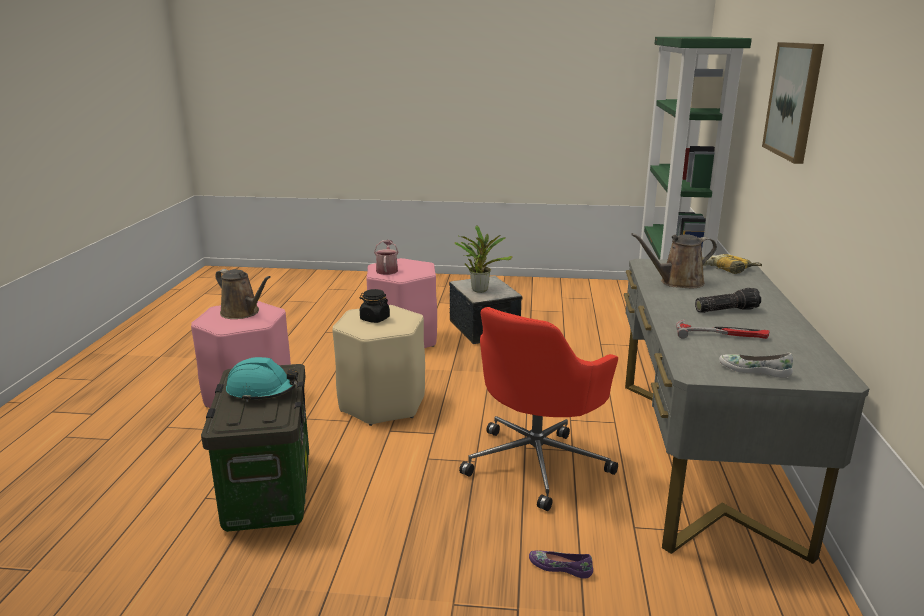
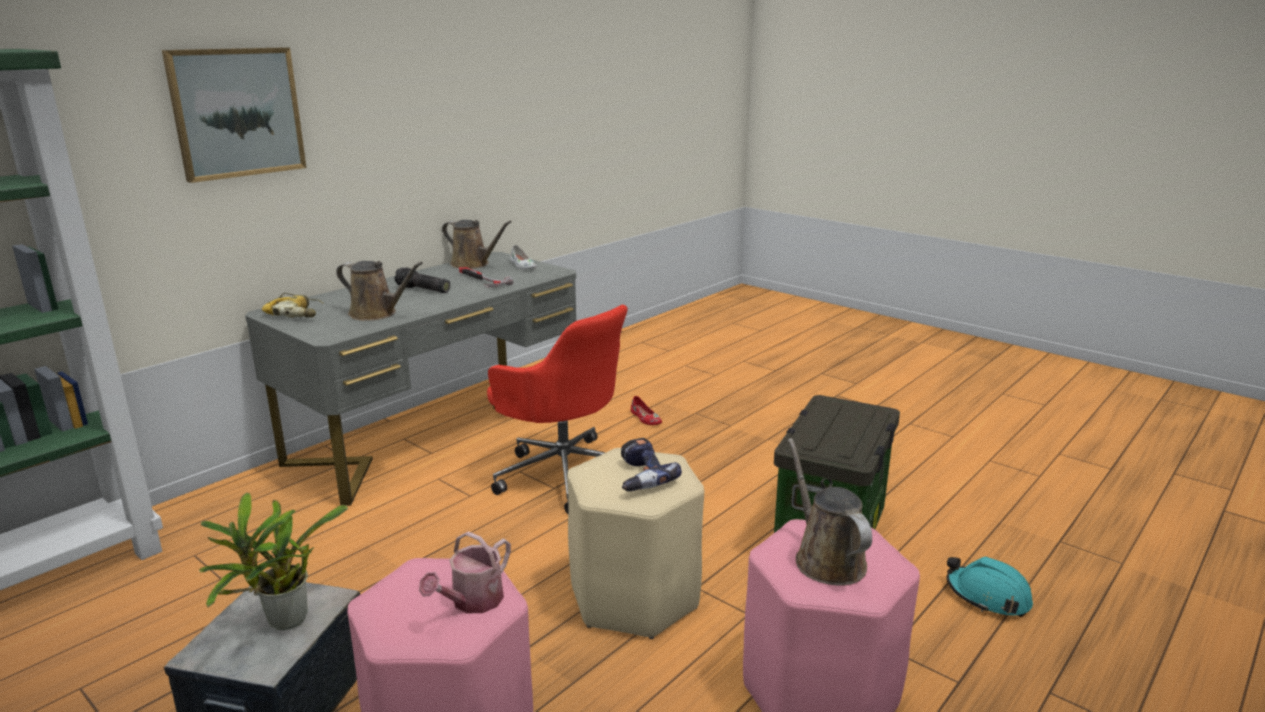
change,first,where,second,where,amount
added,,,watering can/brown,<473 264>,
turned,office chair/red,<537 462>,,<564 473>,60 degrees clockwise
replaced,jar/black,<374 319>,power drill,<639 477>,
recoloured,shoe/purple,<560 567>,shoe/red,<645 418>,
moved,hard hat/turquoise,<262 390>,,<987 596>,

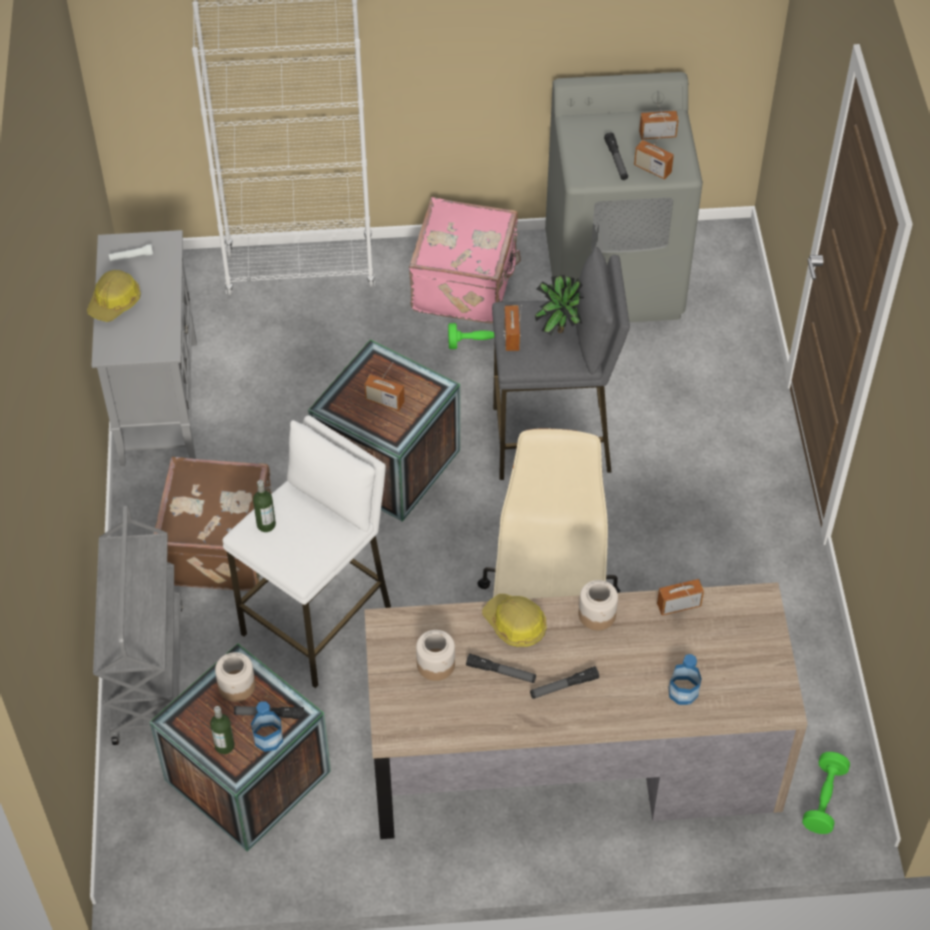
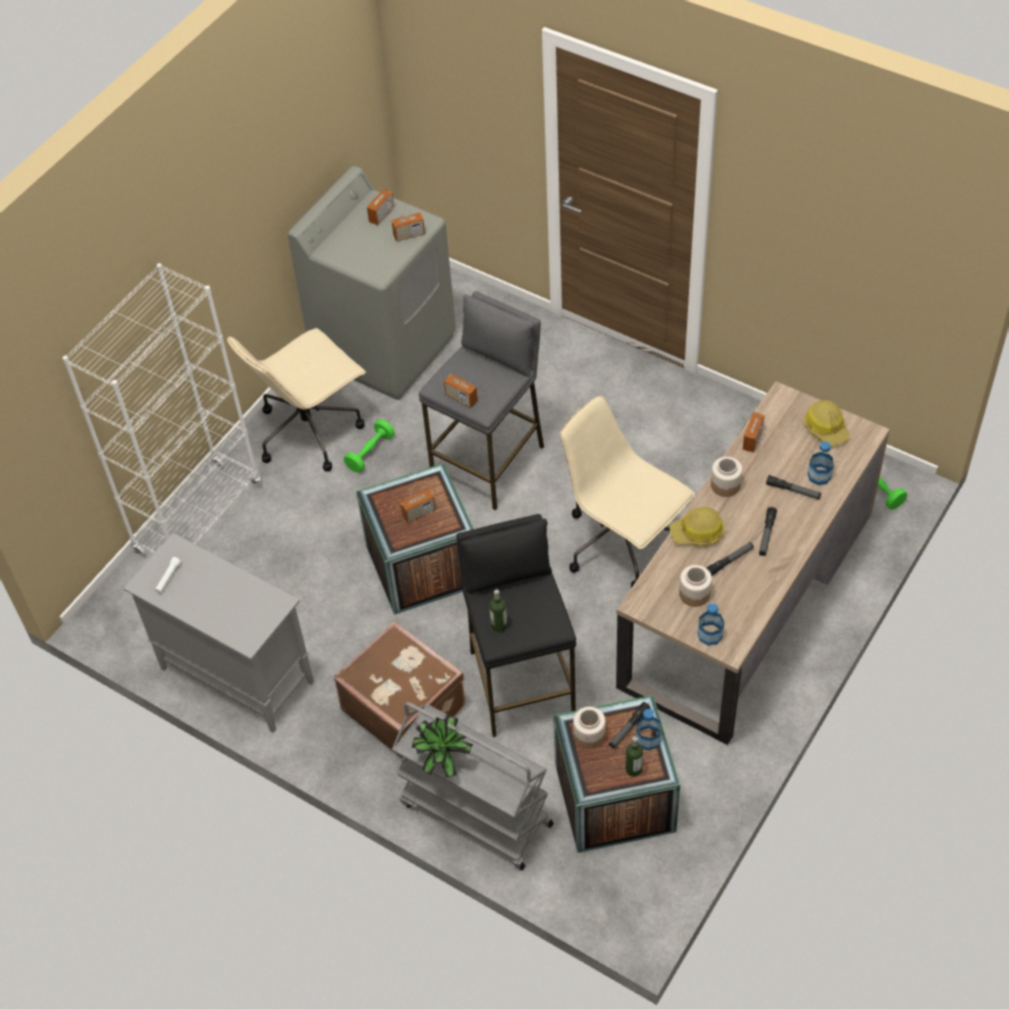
change,first,where,second,where,amount
replaced,suitcase/pink,<466 284>,office chair/beige,<310 430>,
moved,potted plant,<563 328>,,<443 760>,
recoloured,stool/white,<318 621>,stool/black,<521 683>,
added,,,bottle,<710 635>,
moved,flashlight,<616 160>,,<793 490>,
moved,hard hat,<115 302>,,<826 428>,

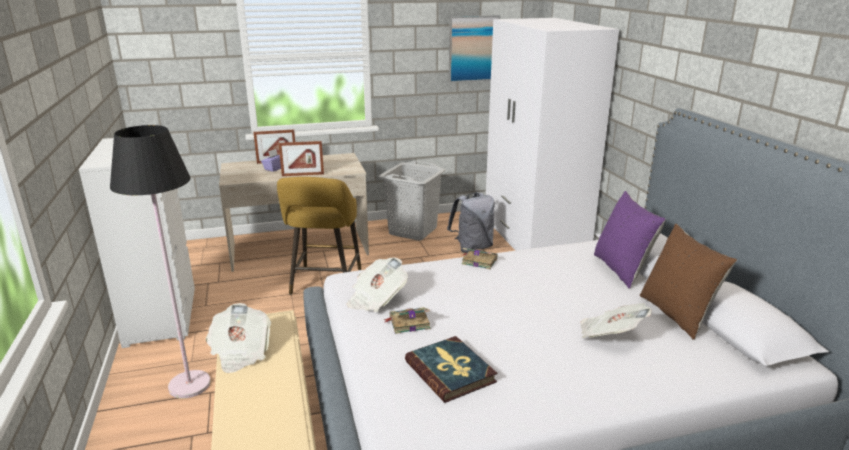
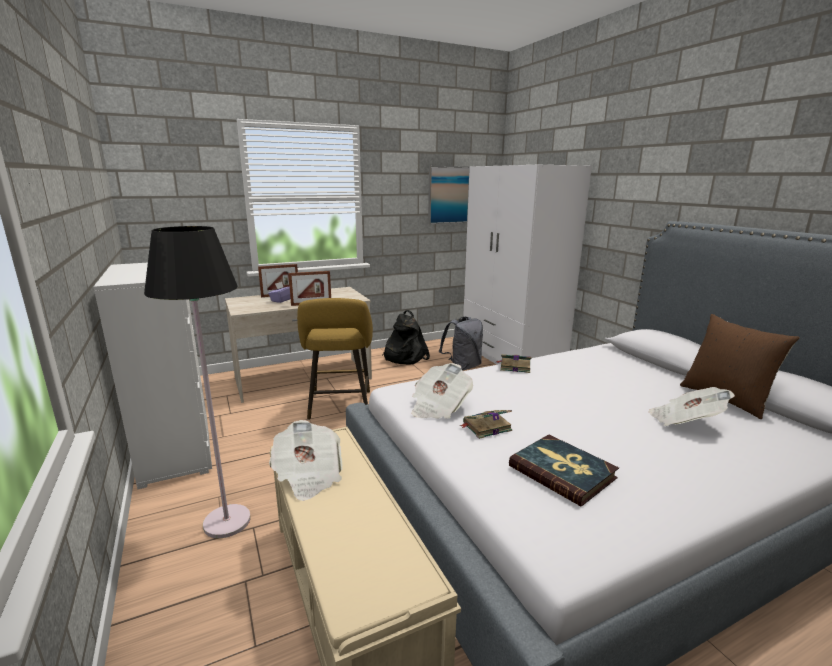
change,first,where,second,where,amount
replaced,laundry basket/grey,<413 231>,backpack/black,<404 357>,
removed,pillow/purple,<622 270>,,,

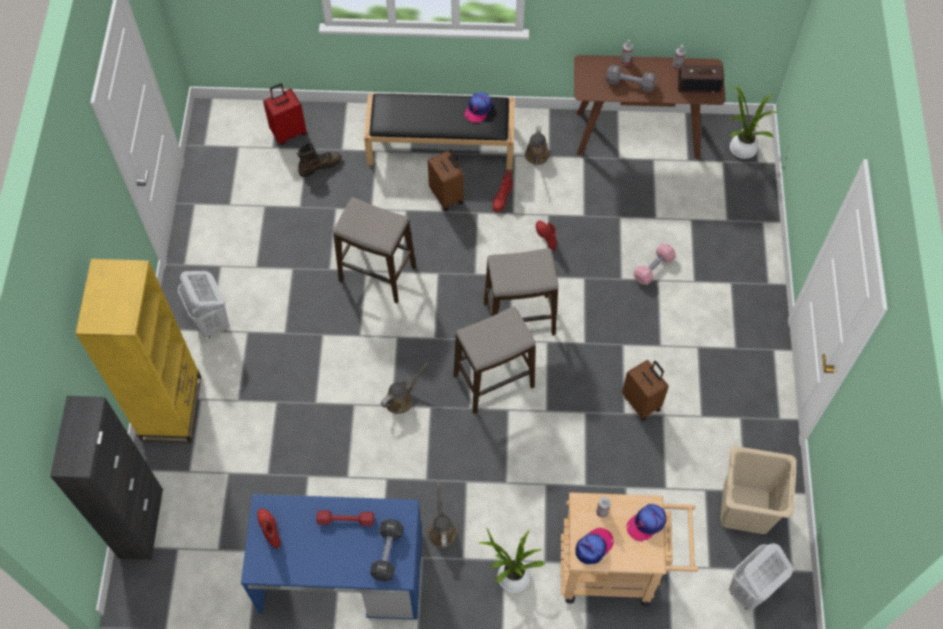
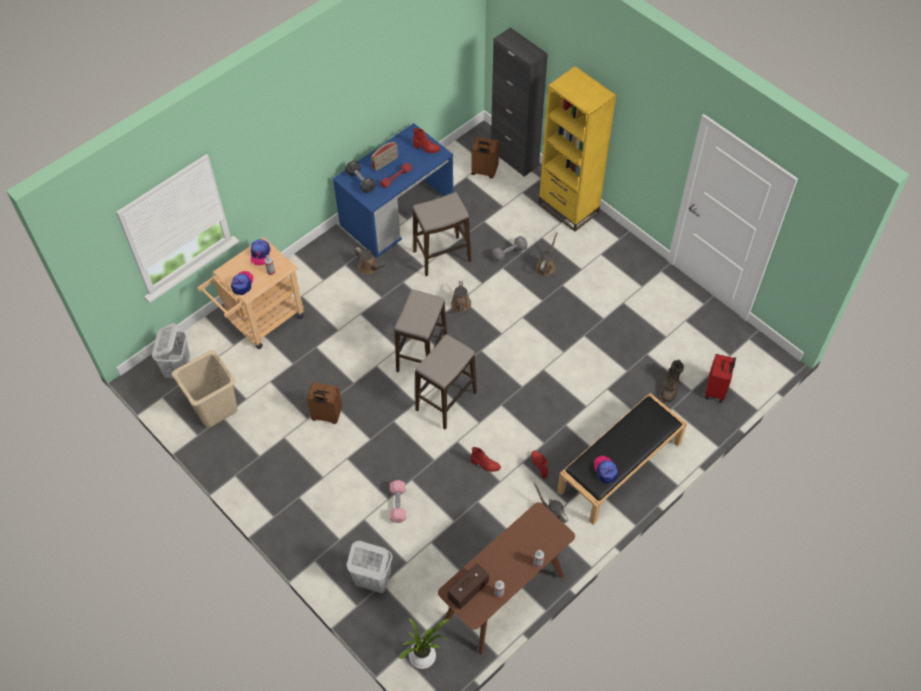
change,first,where,second,where,amount
moved,laundry basket/white,<212 322>,,<372 580>,
added,,,radio,<385 163>,
moved,stool,<377 274>,,<442 256>,
moved,suitcase/brown,<447 196>,,<484 172>,
moved,dumbbell/grey,<630 84>,,<509 253>,
added,,,watering can/brown,<546 266>,
removed,potted plant,<511 576>,,,

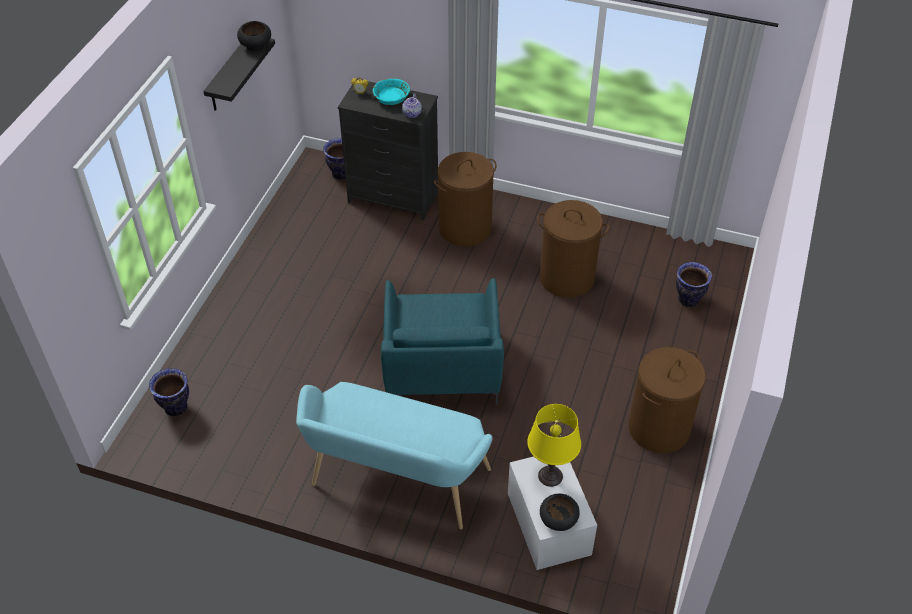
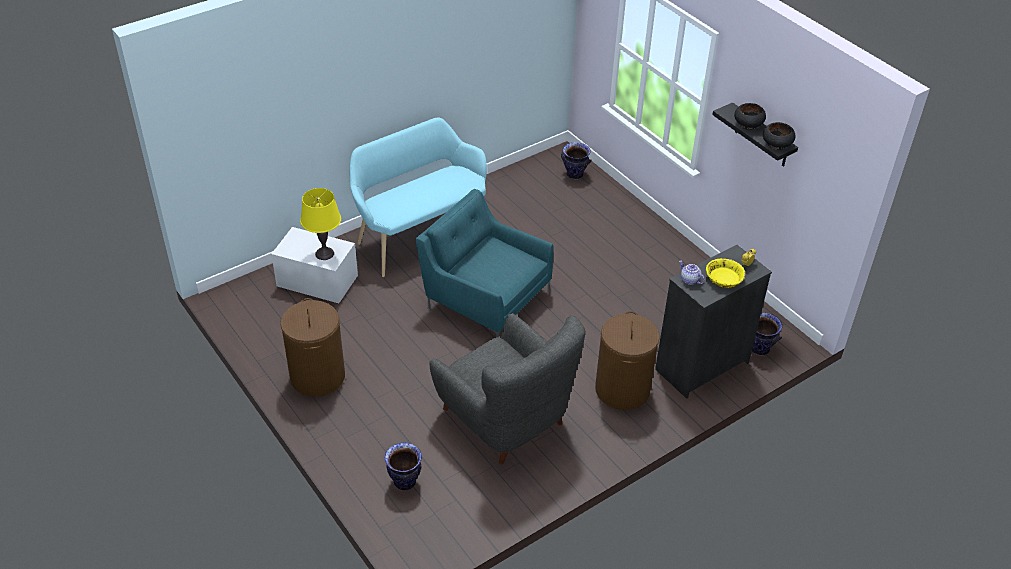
change,first,where,second,where,amount
replaced,laundry basket/brown,<567 278>,armchair/grey,<505 419>,
recoloured,bowl/turquoise,<391 97>,bowl/yellow,<724 279>,
moved,bowl/black,<559 519>,,<747 124>,

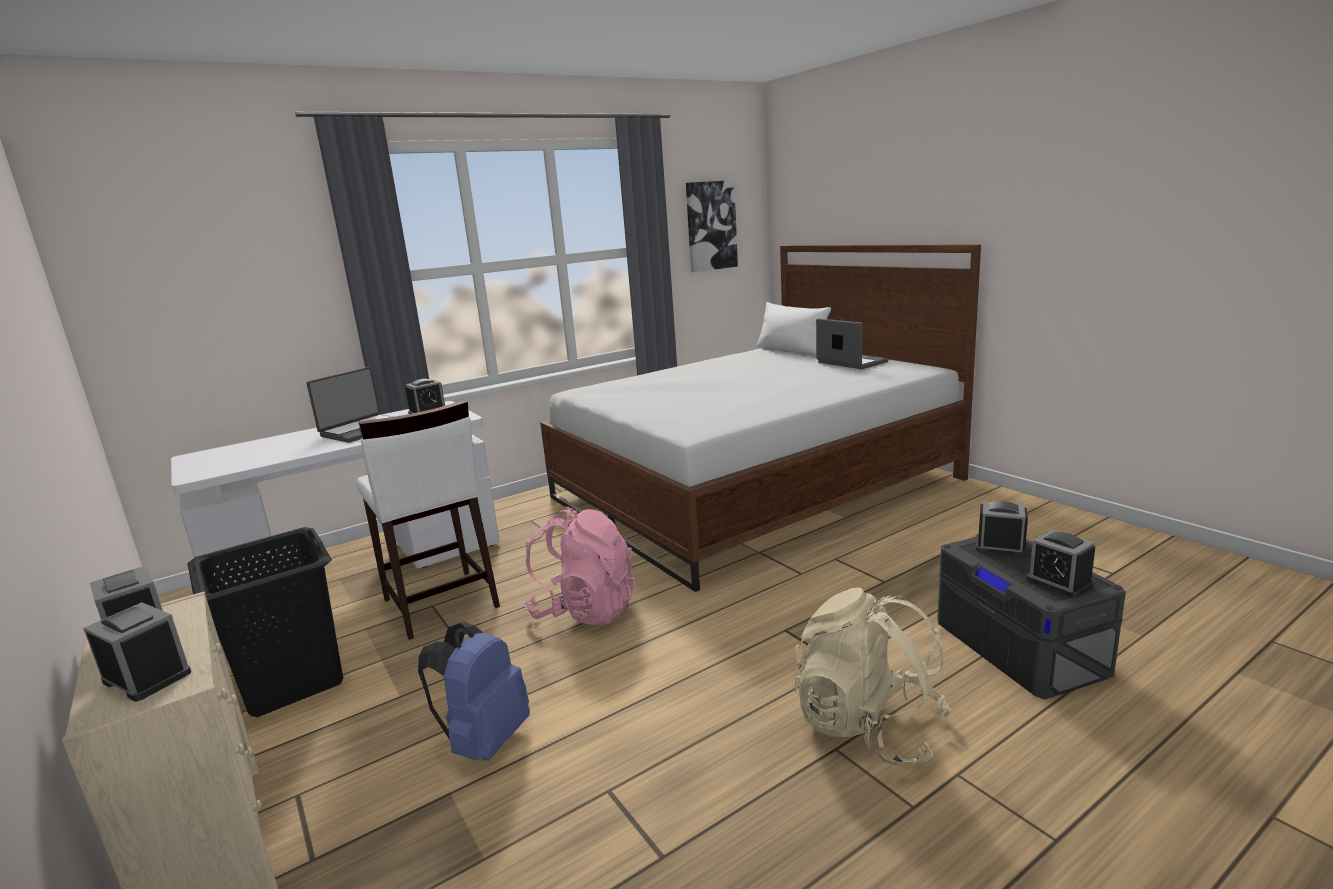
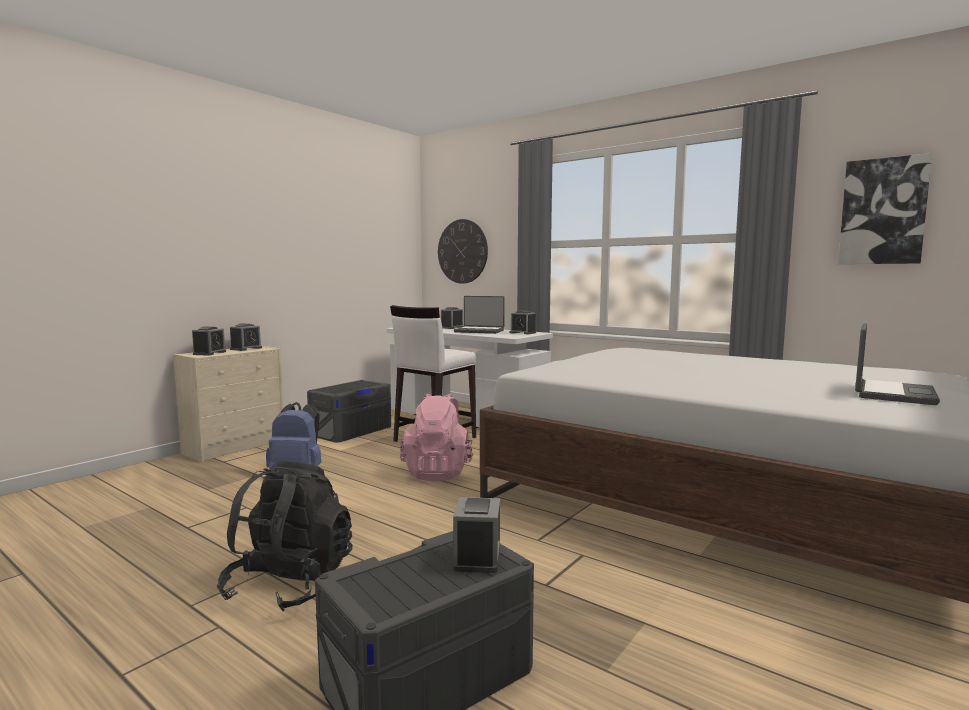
change,first,where,second,where,amount
recoloured,backpack/beige,<868 726>,backpack/black,<290 584>,
replaced,laundry basket/black,<291 682>,storage box/grey,<351 430>,
added,,,wall clock,<462 251>,
moved,alarm clock,<1059 582>,,<452 327>,
removed,pillow/white,<791 351>,,,

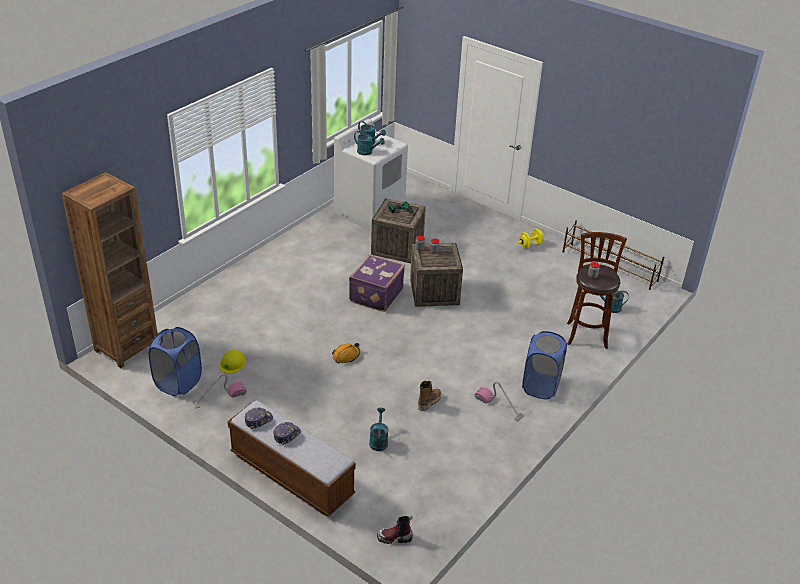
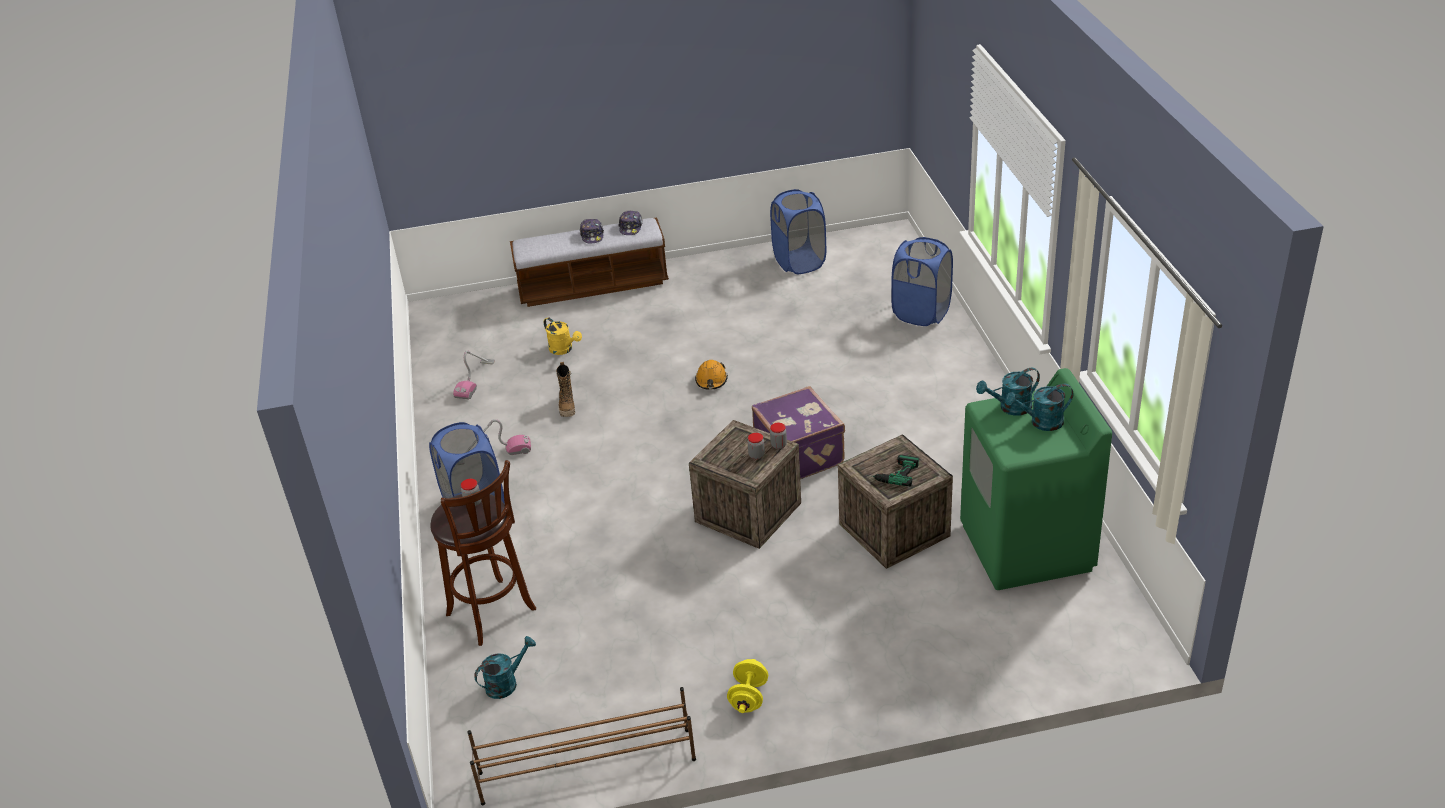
change,first,where,second,where,amount
moved,vacuum cleaner,<220 397>,,<475 380>,
recoloured,watering can/turquoise,<378 440>,watering can/yellow,<564 350>,
added,,,laundry basket/blue,<921 313>,
recoloured,washing machine/white,<370 213>,washing machine/green,<1026 547>,
removed,bookcase/brown,<126 347>,,,
removed,hard hat/yellow,<232 363>,,,
removed,boot,<395 537>,,,

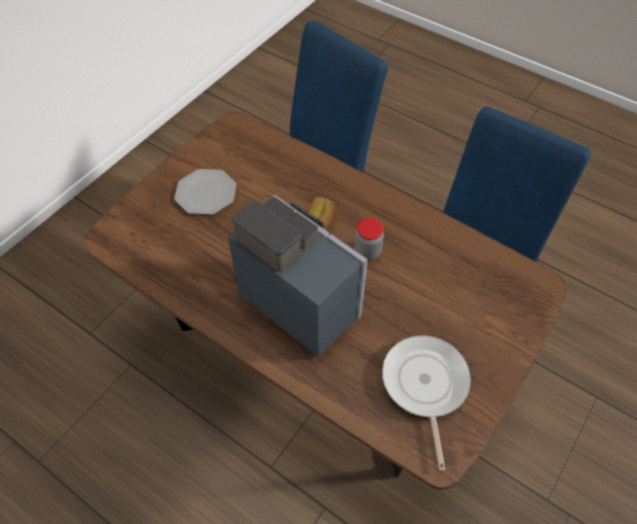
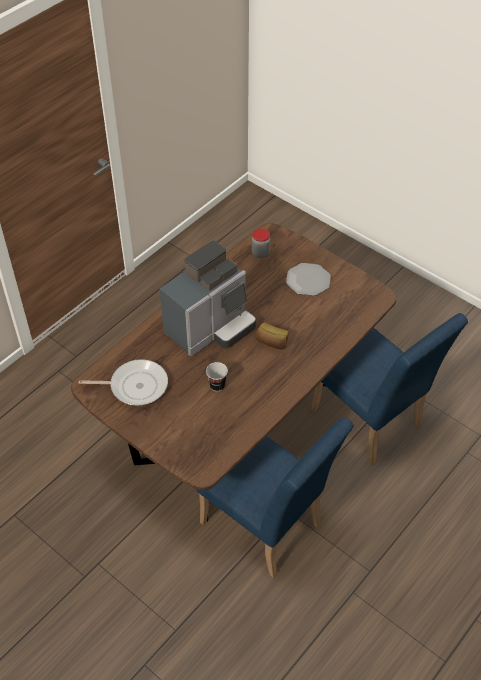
change,first,where,second,where,amount
added,,,cup,<217 385>,
moved,jar,<367 252>,,<260 253>,

